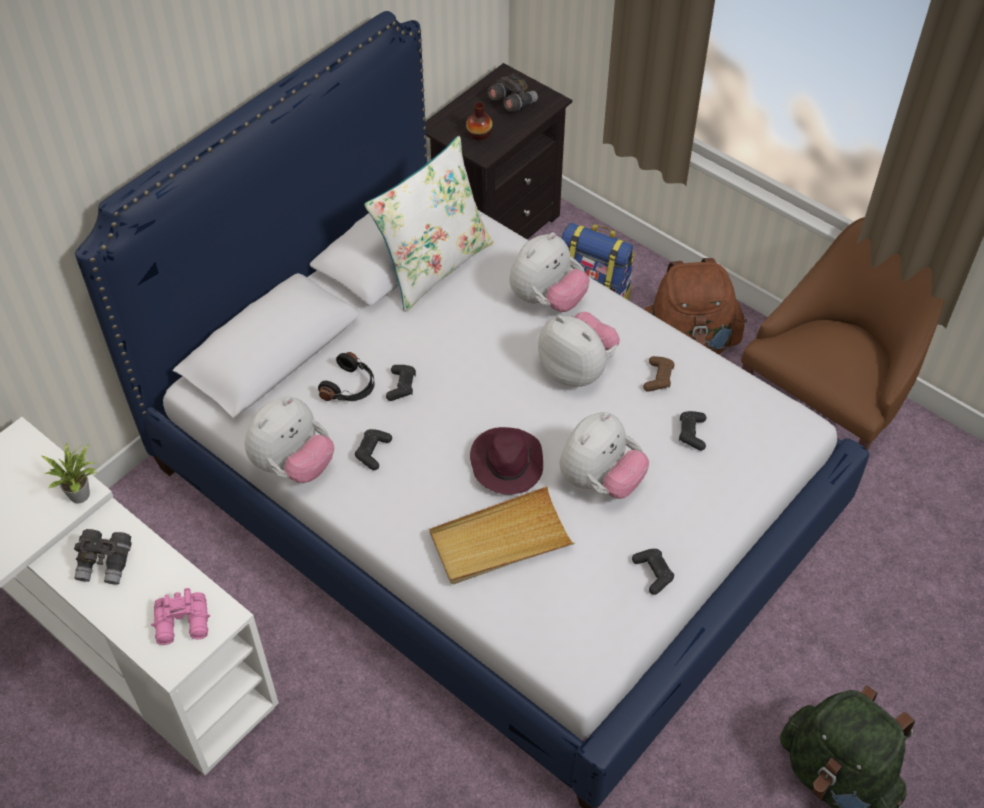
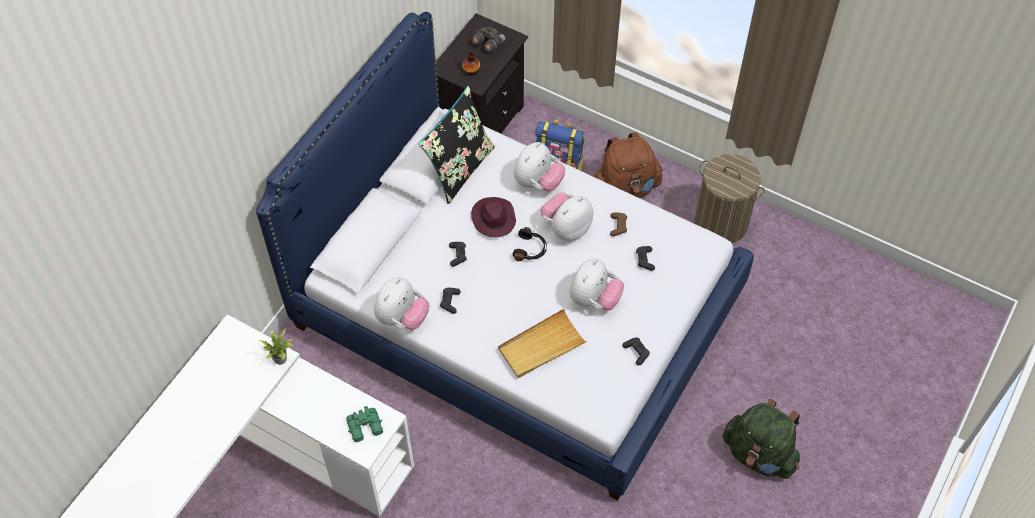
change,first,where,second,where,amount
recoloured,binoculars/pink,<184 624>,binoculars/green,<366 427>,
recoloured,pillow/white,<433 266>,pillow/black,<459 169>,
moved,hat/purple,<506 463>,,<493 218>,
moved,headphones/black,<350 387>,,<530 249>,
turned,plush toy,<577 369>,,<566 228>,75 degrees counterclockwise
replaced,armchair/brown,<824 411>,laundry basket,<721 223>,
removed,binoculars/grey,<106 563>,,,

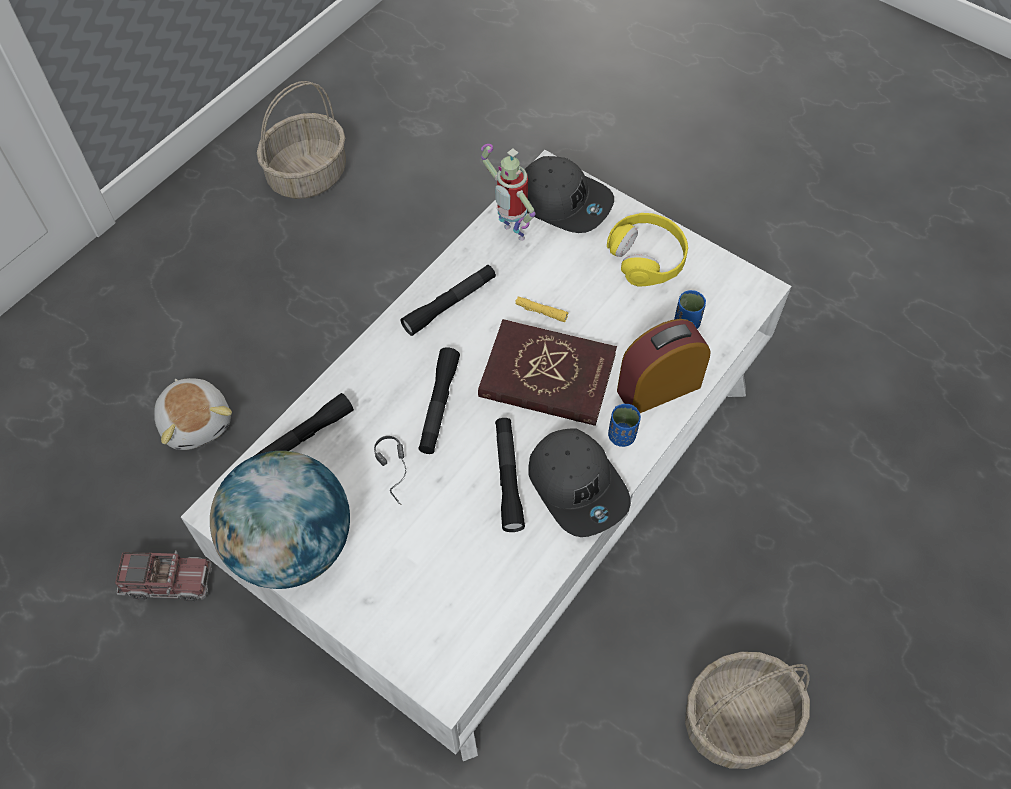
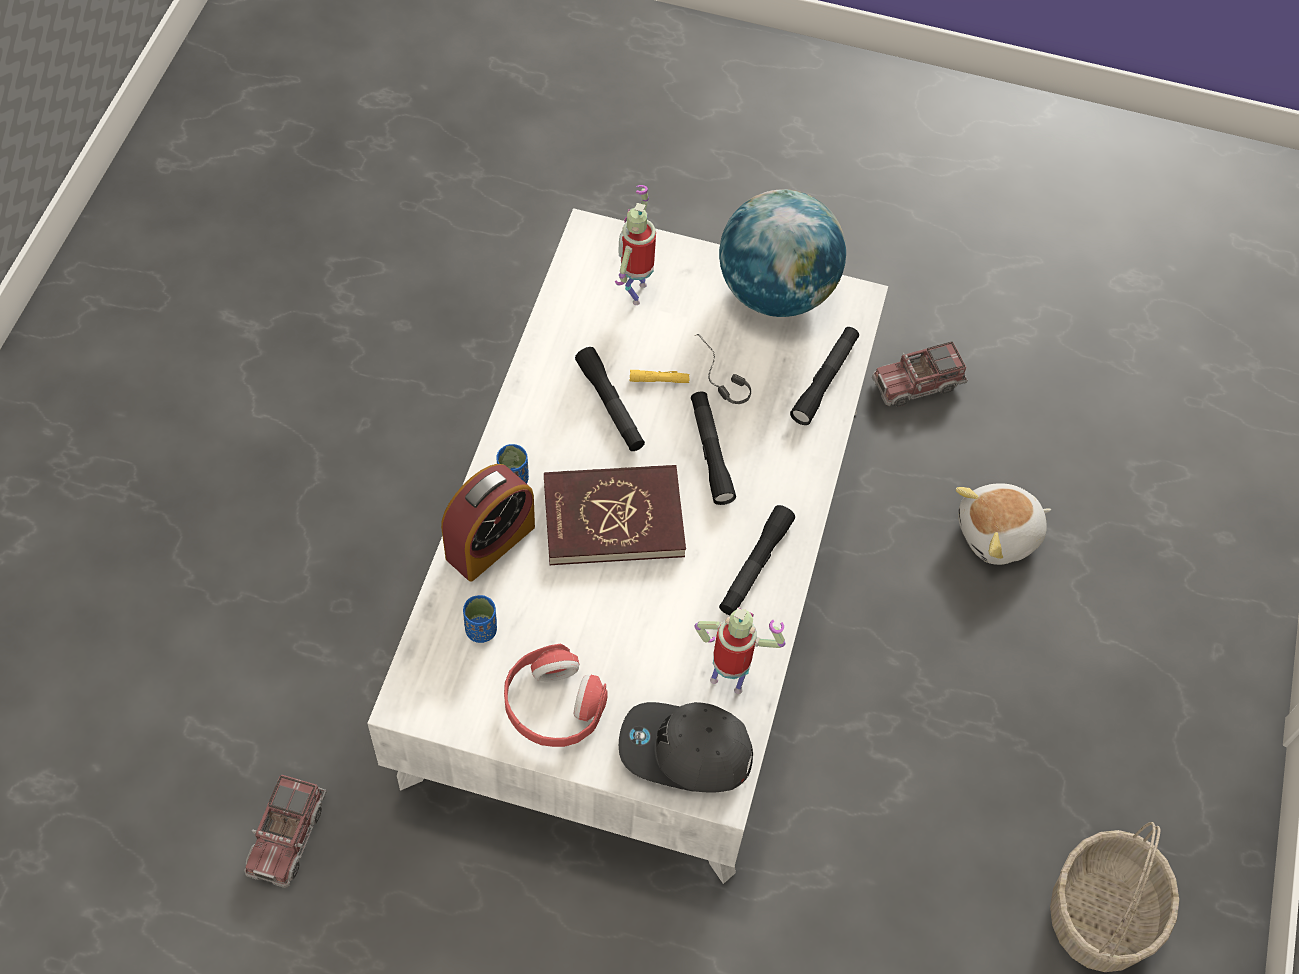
change,first,where,second,where,amount
added,,,toy truck,<286 836>,
recoloured,headphones/yellow,<647 256>,headphones/red,<553 705>,
added,,,toy robot,<635 291>,
moved,flashlight/yellow,<541 312>,,<659 380>,
turned,plush toy,<197 421>,,<999 535>,60 degrees counterclockwise
removed,cap/grey,<578 486>,,,
removed,basket,<736 722>,,,

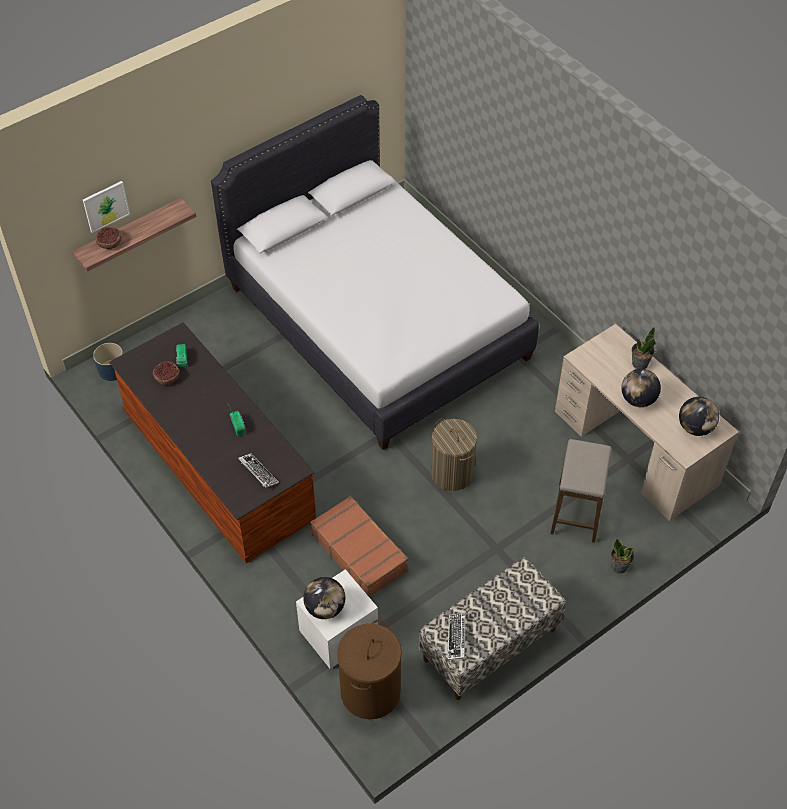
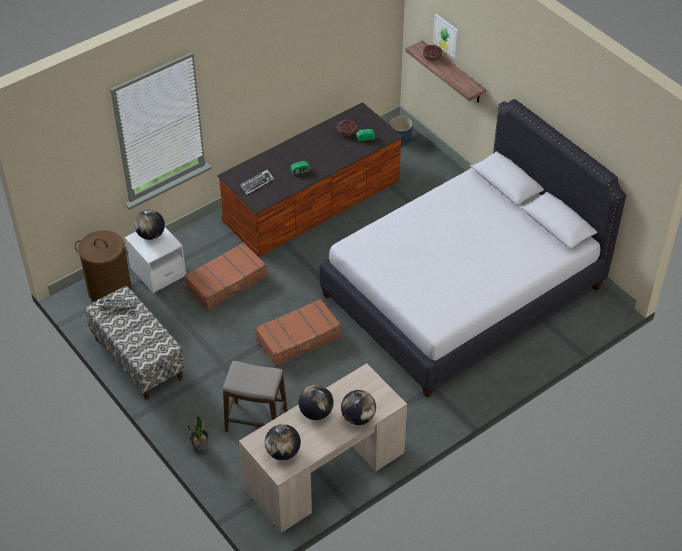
change,first,where,second,where,amount
replaced,laundry basket,<452 473>,suitcase/brown,<299 339>,
replaced,potted plant,<639 363>,globe,<358 417>,

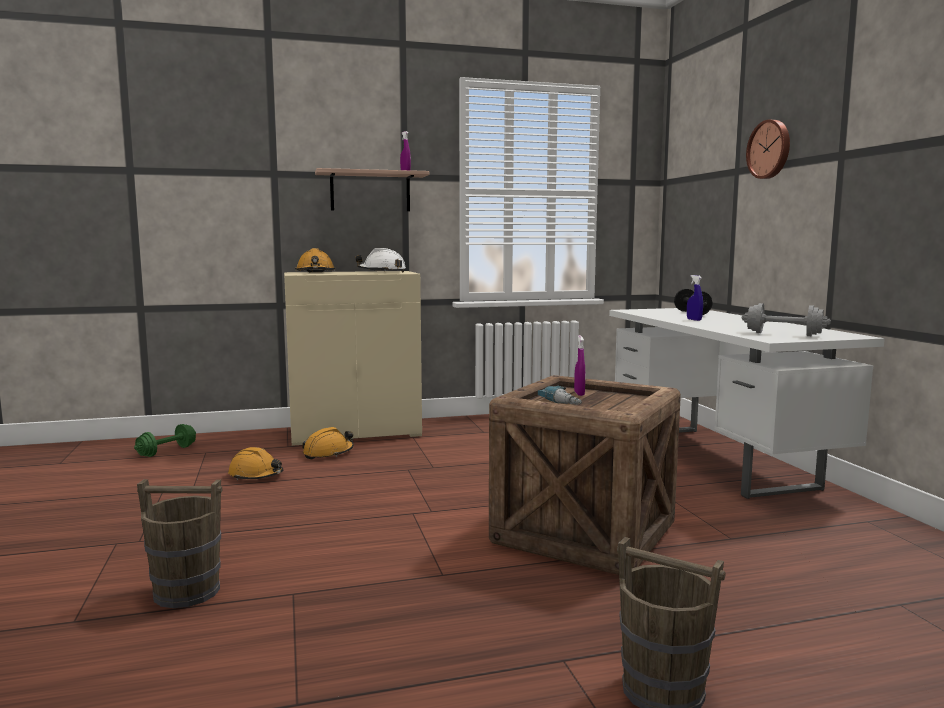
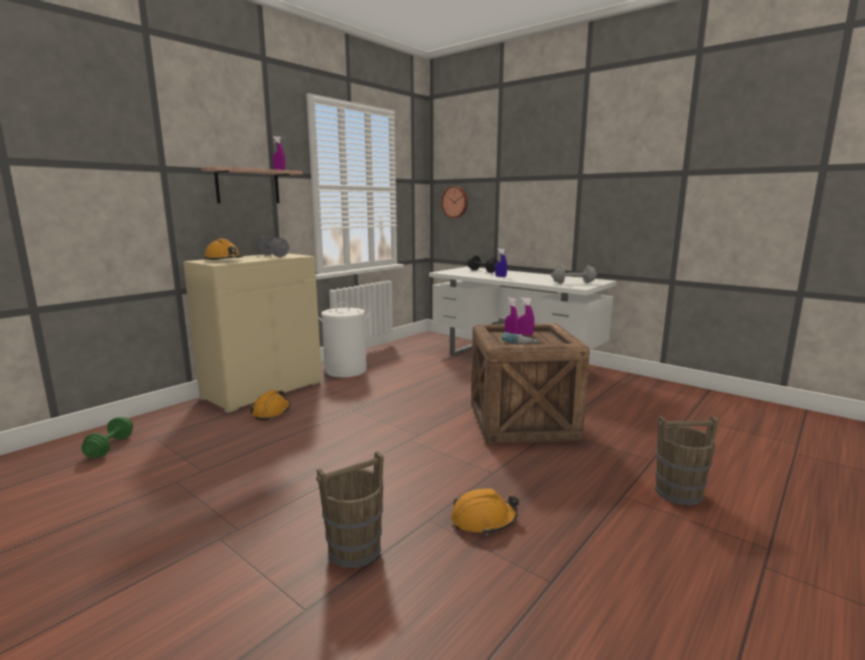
change,first,where,second,where,amount
replaced,hard hat/white,<381 272>,dumbbell/grey,<273 256>,
added,,,laundry basket/white,<346 370>,
moved,wall clock,<770 149>,,<455 202>,
moved,hard hat/orange,<256 475>,,<483 520>,
added,,,spray bottle/purple,<525 334>,

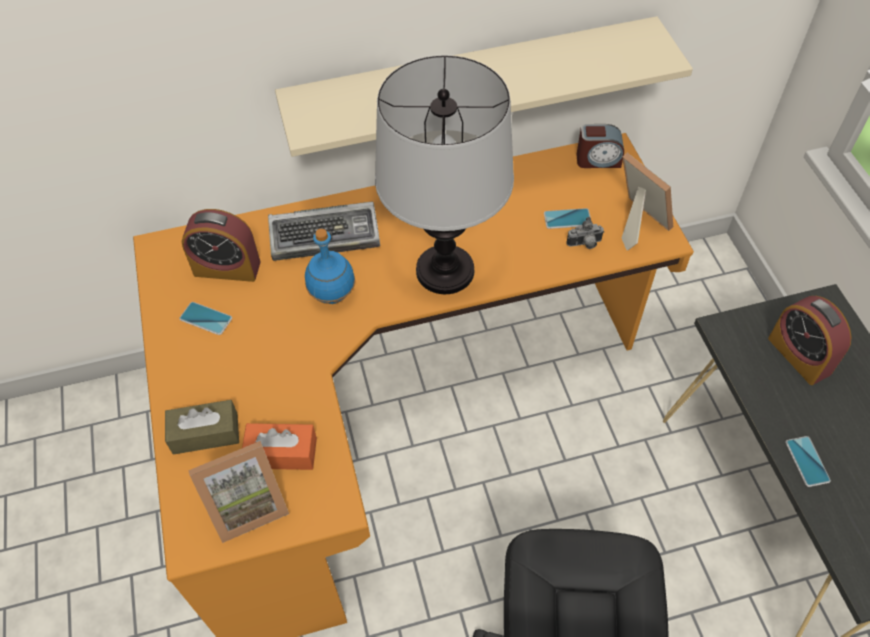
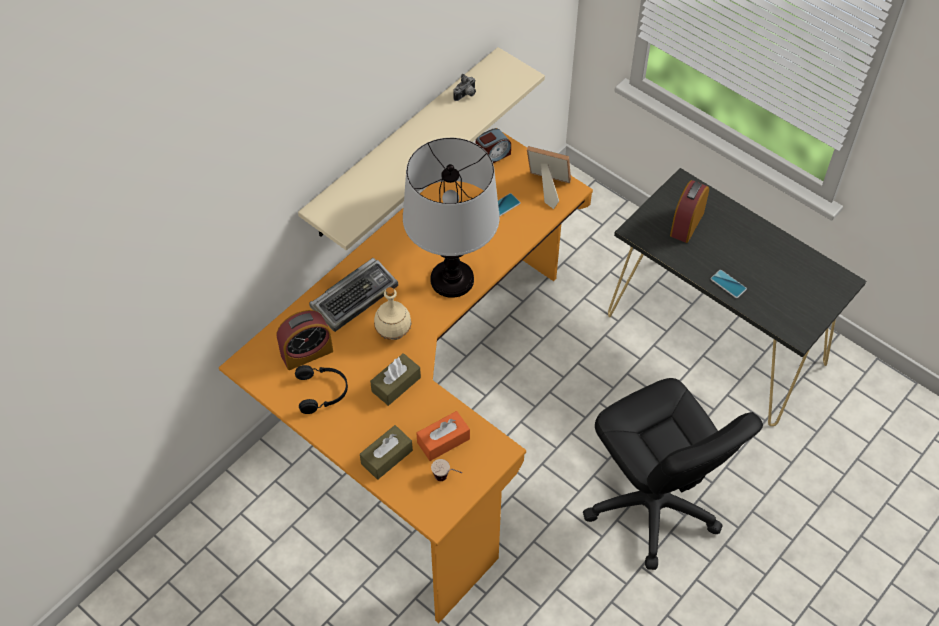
change,first,where,second,where,amount
replaced,phone,<206 319>,headphones/black,<323 392>,
added,,,tissue box/brown,<396 384>,
recoloured,bottle/blue,<333 296>,bottle/beige,<394 333>,
replaced,picture frame,<246 504>,cup,<447 479>,
moved,photo camera,<585 244>,,<466 95>,
turned,alarm clock,<799 355>,,<687 224>,90 degrees clockwise

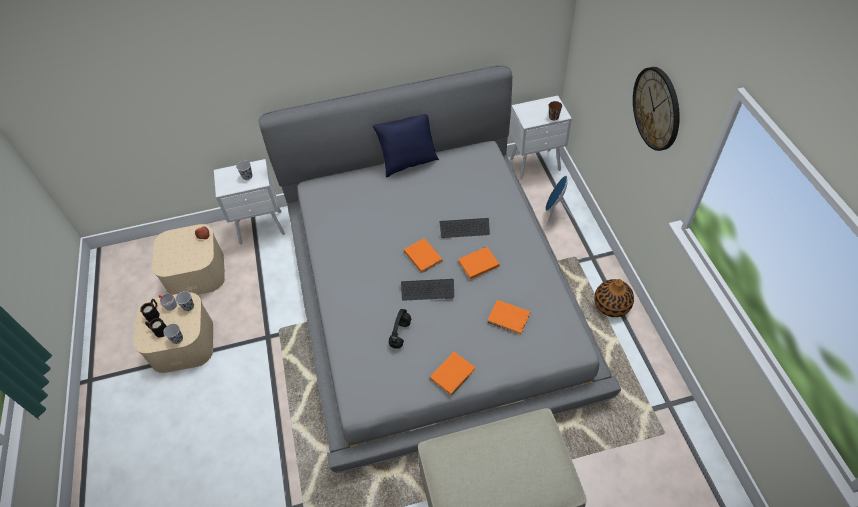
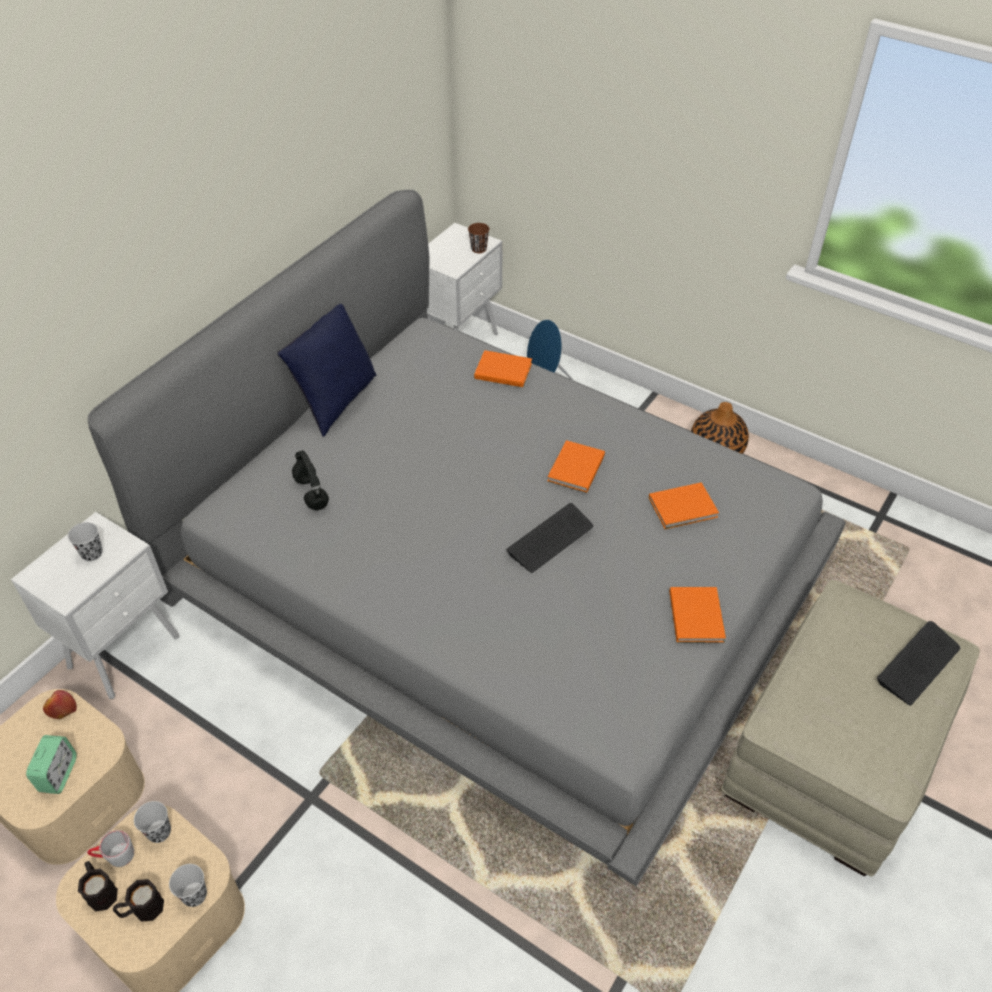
change,first,where,second,where,amount
added,,,alarm clock,<58 774>,
moved,headphones/black,<400 333>,,<310 492>,
moved,book/orange,<423 255>,,<502 370>,
moved,keyboard,<464 228>,,<918 664>,
removed,wall clock,<657 108>,,,

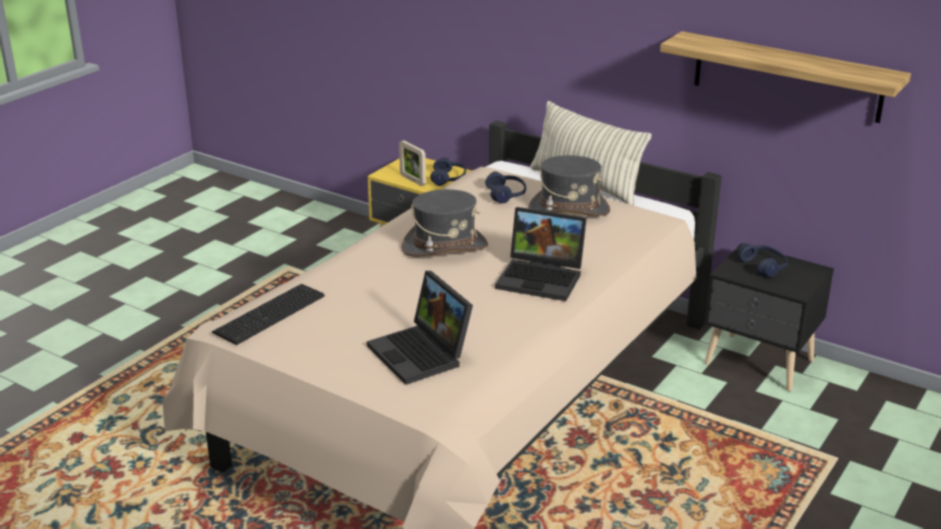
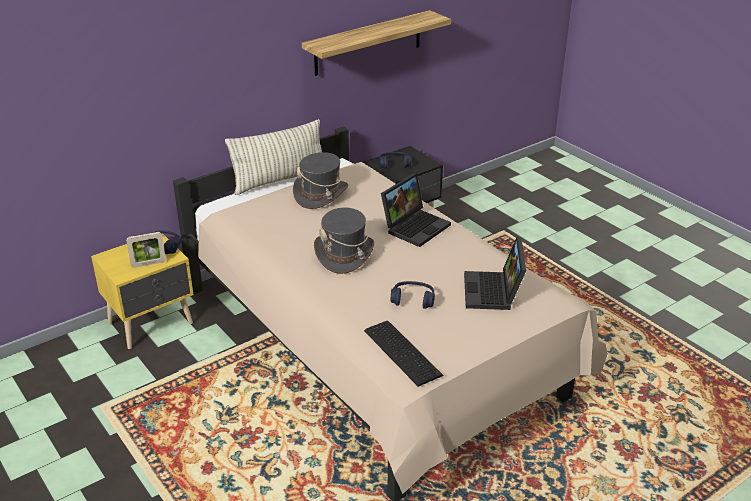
change,first,where,second,where,amount
moved,headphones/blue,<506 195>,,<413 300>,
turned,laptop,<422 354>,,<494 292>,105 degrees clockwise

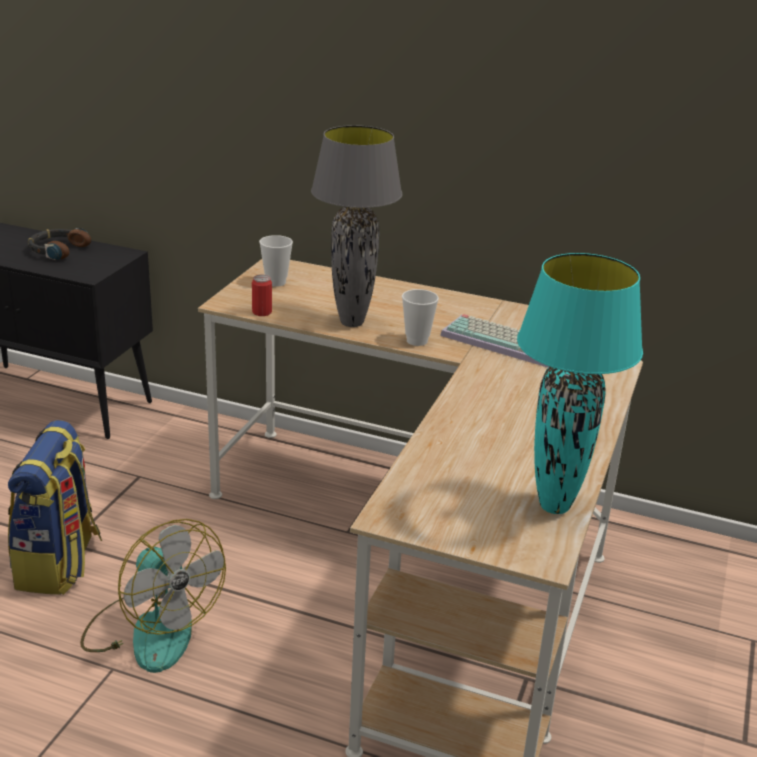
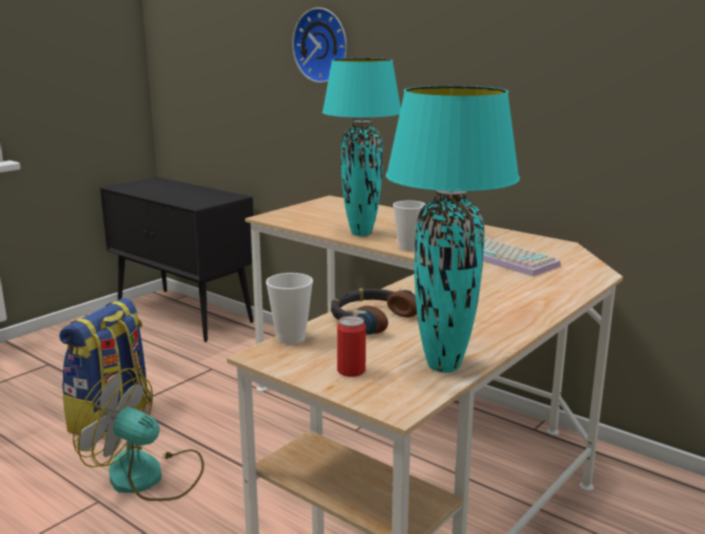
change,first,where,second,where,amount
turned,fan,<151 629>,,<148 477>,135 degrees clockwise
moved,cup,<276 282>,,<291 338>,
added,,,wall clock,<323 45>,
recoloured,table lamp/grey,<351 323>,table lamp/turquoise,<360 234>,
moved,headphones,<57 250>,,<371 319>,
moved,can,<262 312>,,<351 371>,

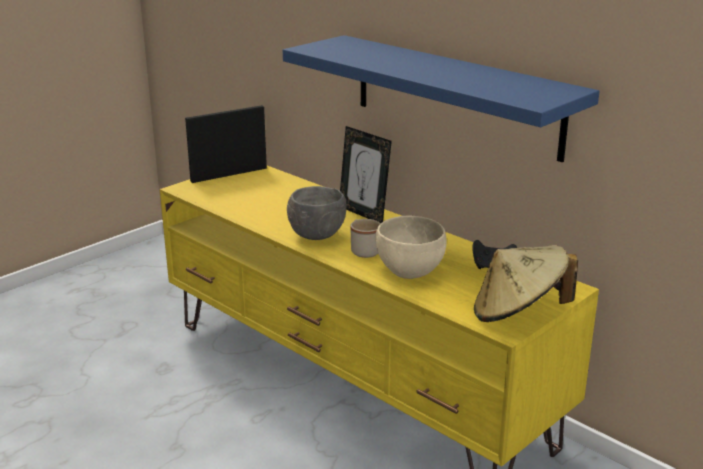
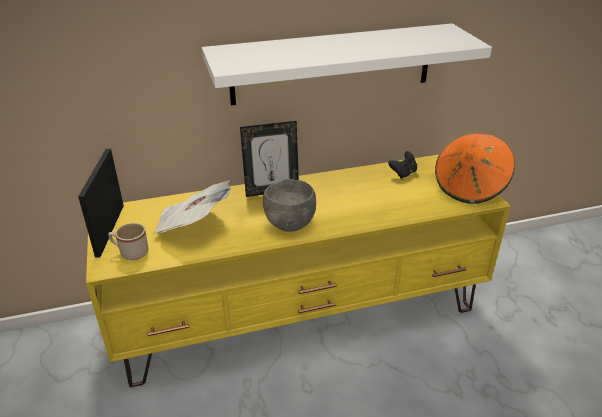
change,first,where,second,where,amount
moved,mug/beige,<363 250>,,<130 252>,
added,,,newspaper,<193 225>,
recoloured,shelf/blue,<455 95>,shelf/white,<332 64>,
recoloured,hat/beige,<518 313>,hat/orange,<470 187>,
removed,bowl/beige,<410 272>,,,

